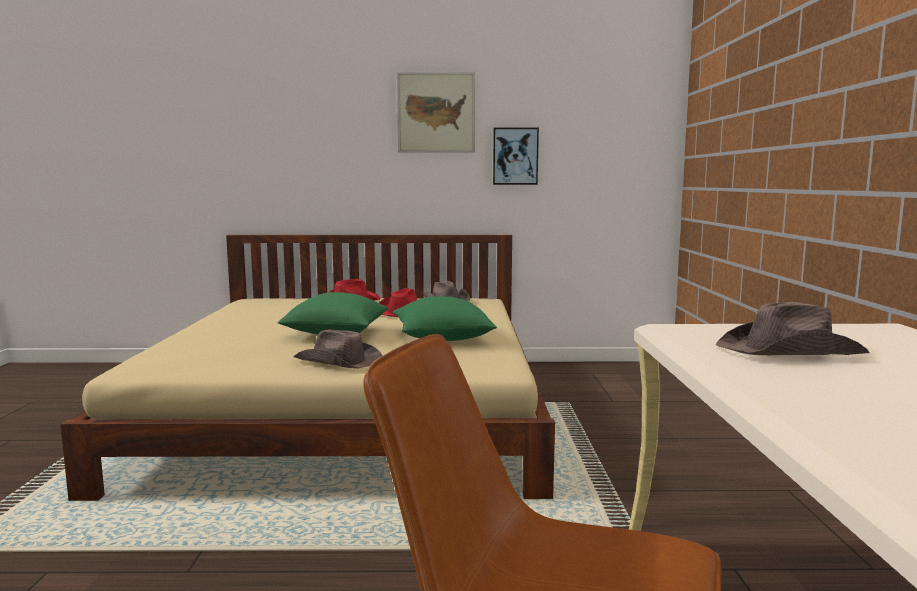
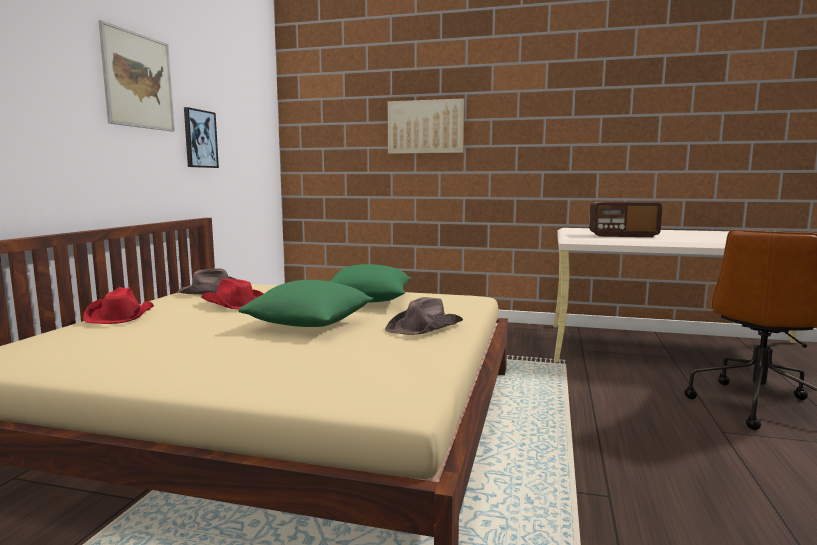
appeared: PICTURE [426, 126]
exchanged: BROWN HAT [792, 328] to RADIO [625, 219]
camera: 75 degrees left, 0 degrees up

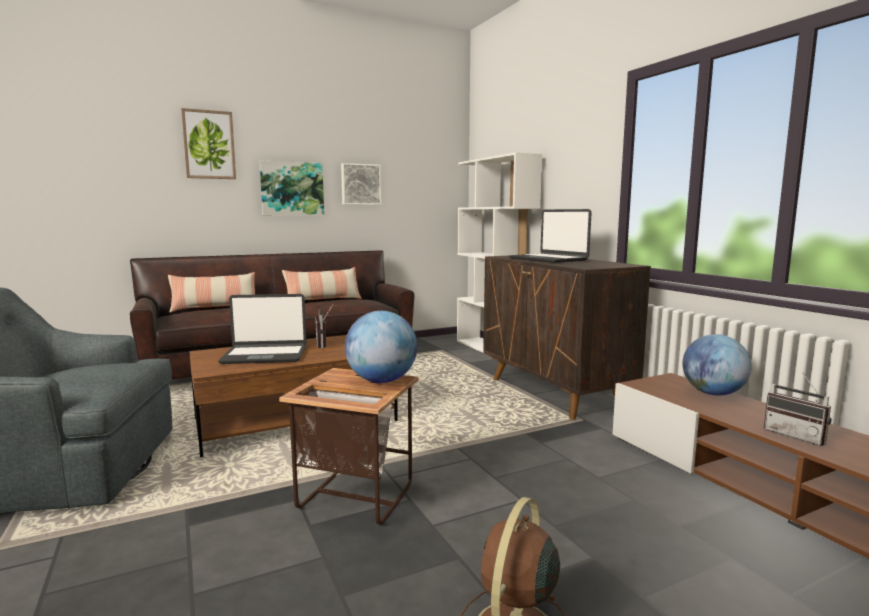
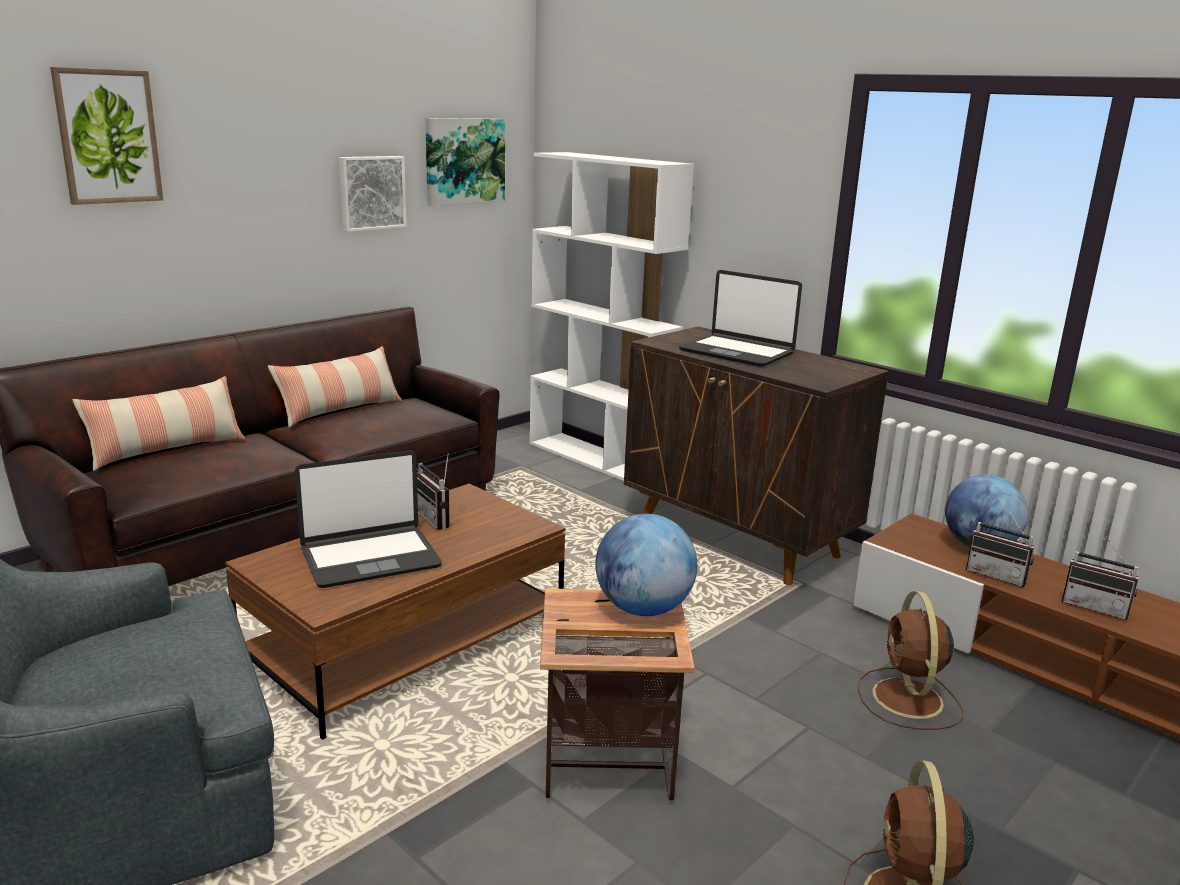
appeared: BROWN FAN [910, 660]; RADIO [1000, 547]
relocated: PICTURE [291, 188] to [465, 162]
camera: 20 degrees left, 10 degrees up

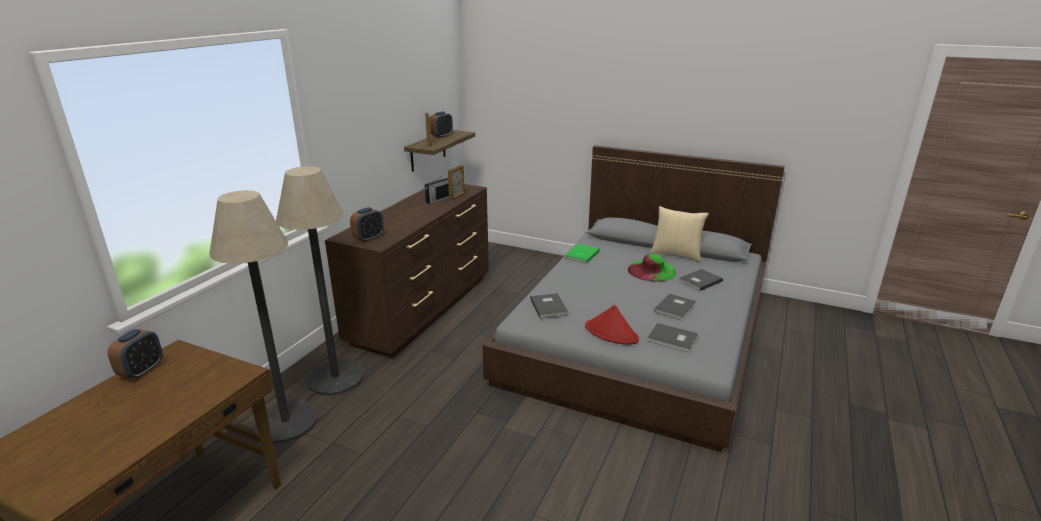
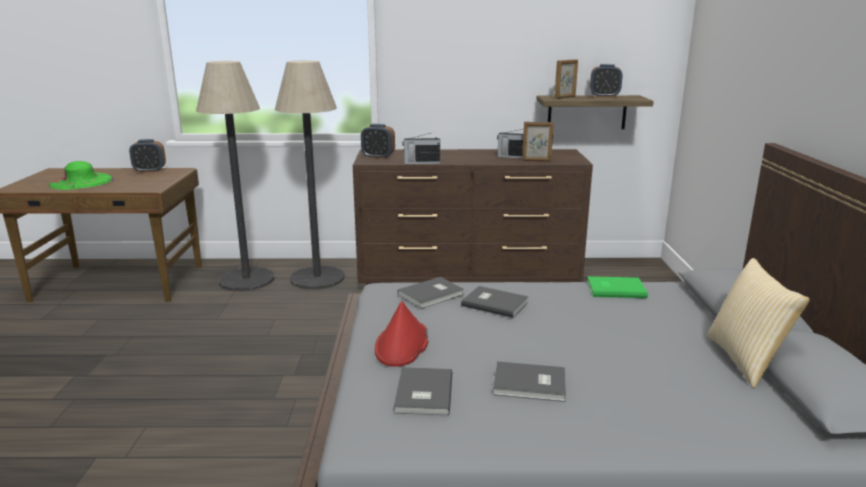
appeared: RADIO [421, 148]
relocated: GREEN HAT [652, 268] to [81, 175]; GREY BOOK [701, 280] to [494, 302]
camera: 65 degrees right, 5 degrees down

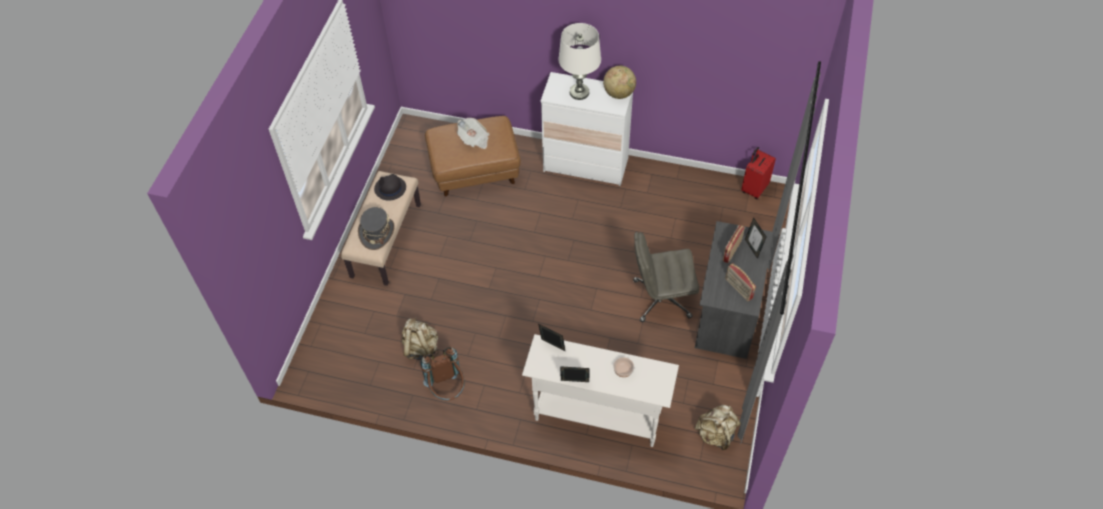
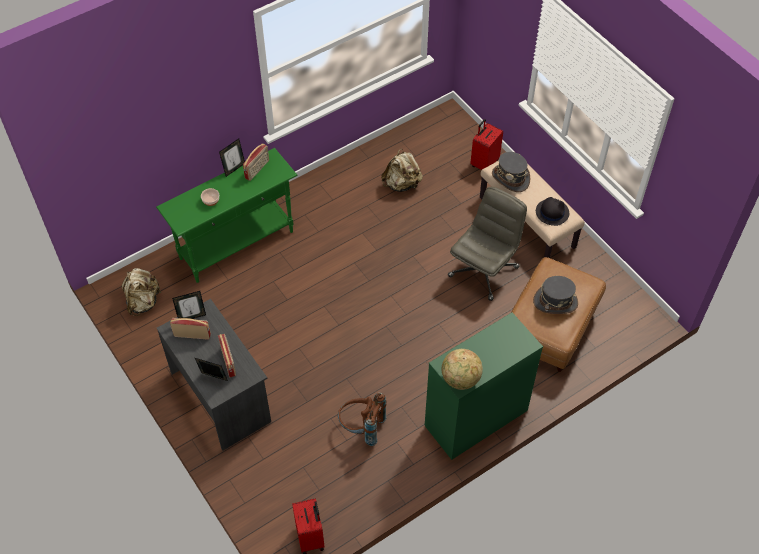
missing: WHITE TABLE LAMP [579, 61]
appeared: RADIO [256, 162]; RED SUITCASE [486, 144]
relocated: BROWN BACKPACK [442, 374] to [362, 419]; PICTURE FRAME [551, 337] to [189, 305]; GREY OFFICE CHAIR [666, 277] to [487, 244]
exchanged: NEWSPAPER [473, 133] to GREY HAT [555, 295]
colour: WHITE CONSOLE TABLE [600, 390] to GREEN CONSOLE TABLE [227, 215]; WHITE DRESSER [587, 129] to GREEN DRESSER [484, 386]
camera: 130 degrees right, 0 degrees up

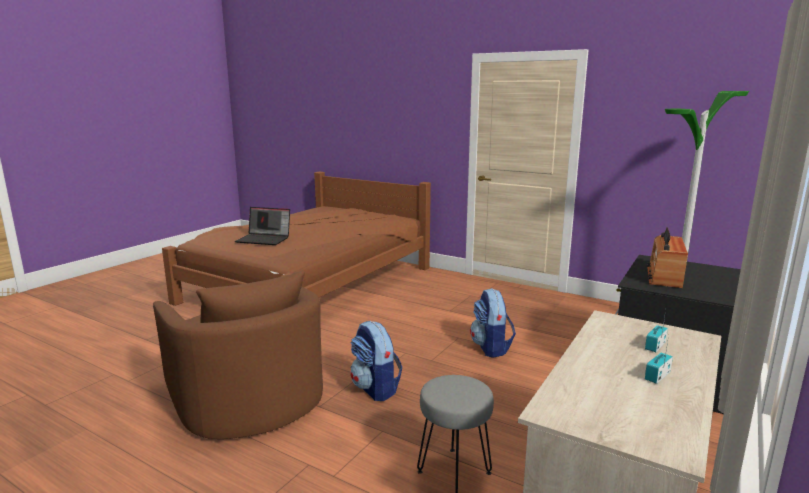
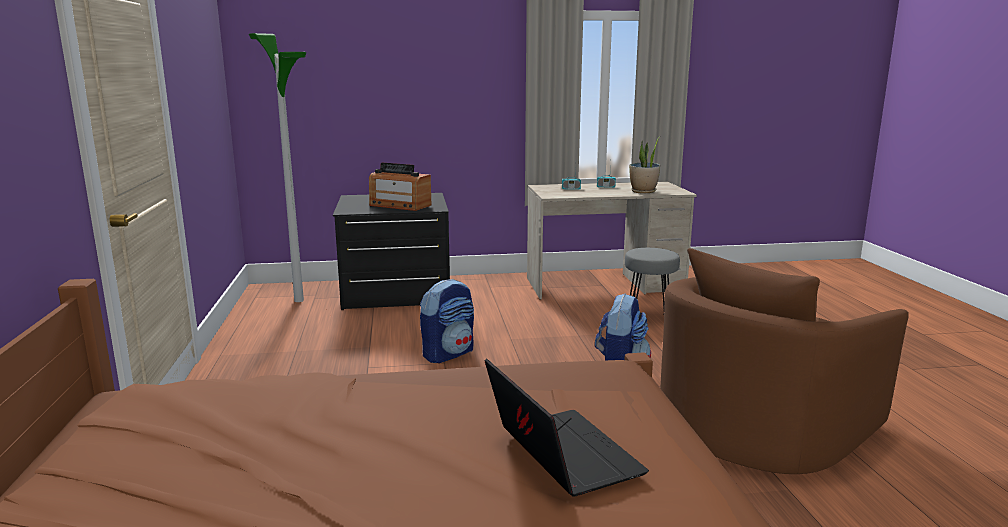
appeared: POTTED PLANT [644, 164]
spun: BROWN ARMCHAIR [238, 355] = [784, 361] 150 degrees counterclockwise; RADIO [667, 257] = [400, 186] 45 degrees clockwise
camera: 130 degrees left, 0 degrees up

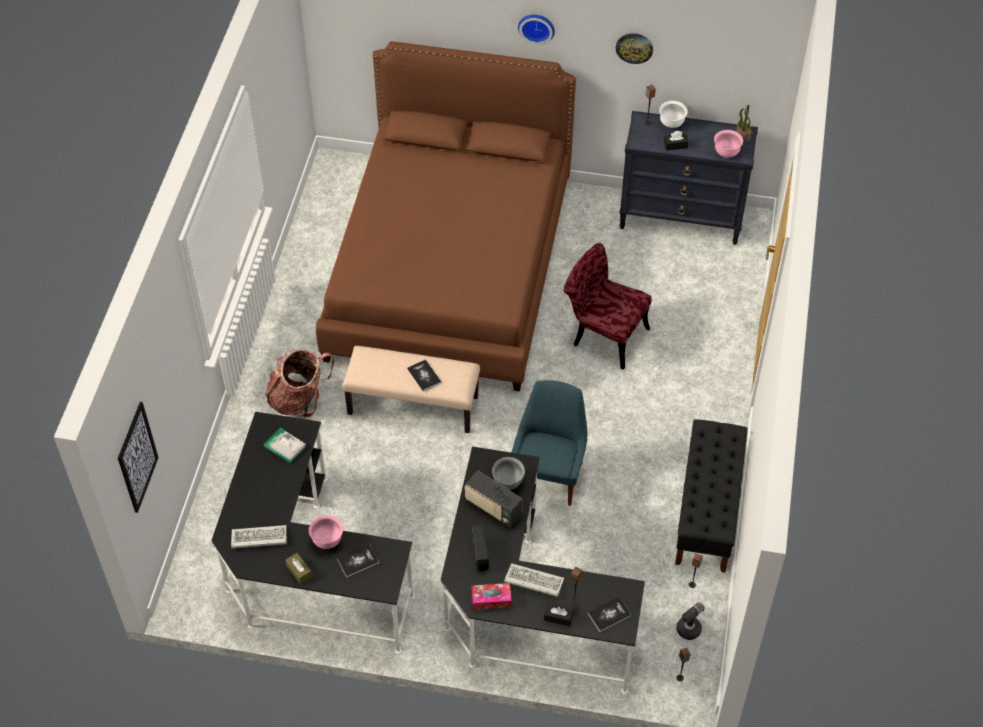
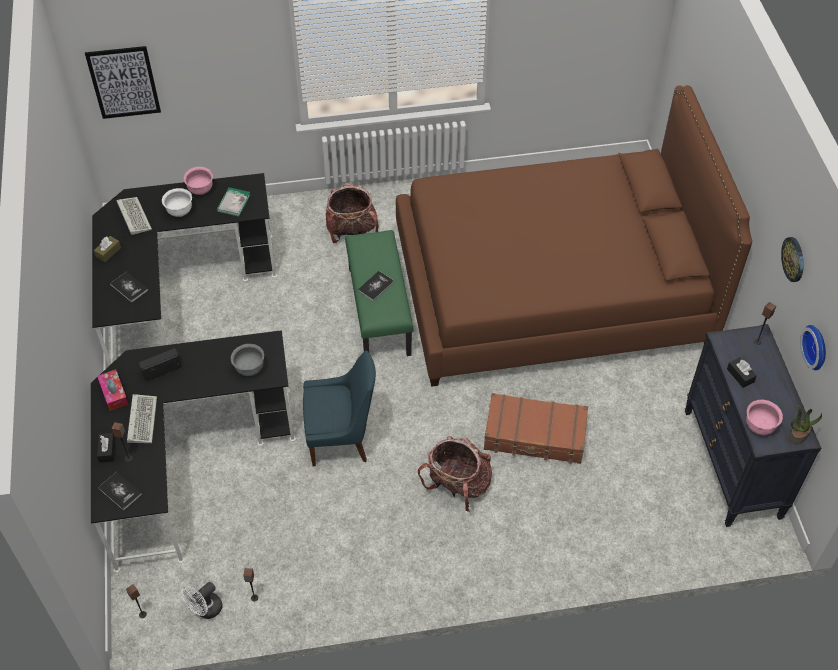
missing: RADIO [494, 498]; BLACK BENCH [711, 496]
appeared: BACKPACK [455, 474]
relocated: PINK BOWL [326, 532] to [198, 181]; WALL CLOCK [536, 29] to [813, 347]; WHITE BOWL [673, 114] to [177, 202]
exchanged: RED CHAIR [608, 306] to BROWN SUITCASE [536, 428]
colour: BEIGE BENCH [411, 389] to GREEN BENCH [379, 293]
spun: WHITE FAN [695, 616] = [202, 600] 105 degrees clockwise
camera: 70 degrees right, 0 degrees up

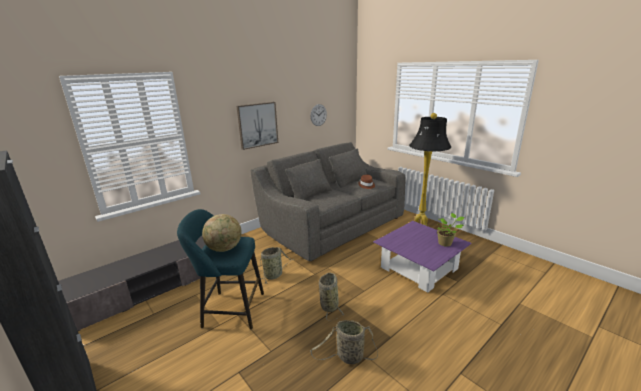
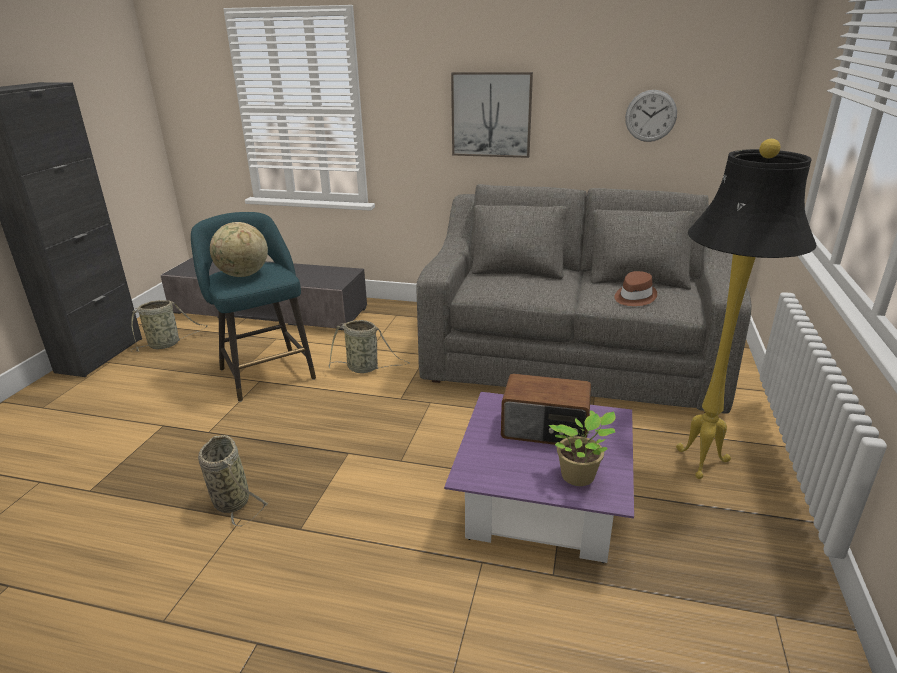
appeared: RADIO [546, 409]
relocated: BASKET [331, 297] to [169, 326]
camera: 55 degrees right, 5 degrees up

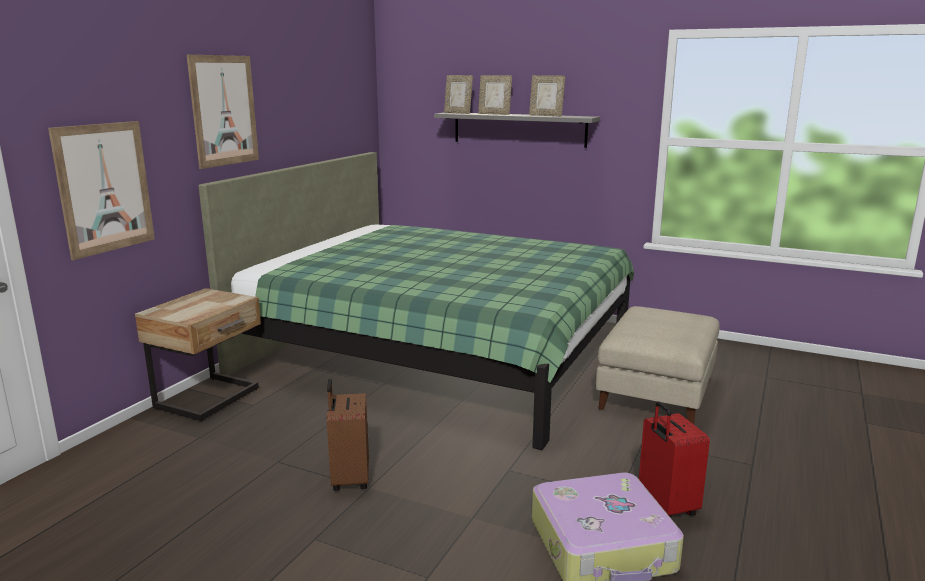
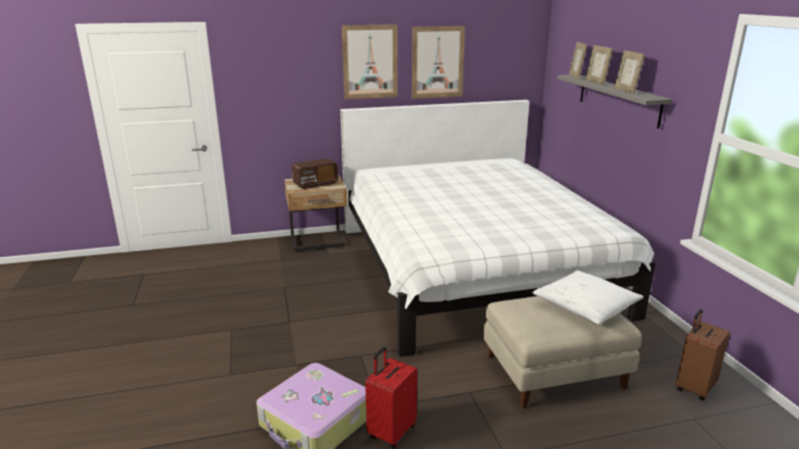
appeared: RADIO [315, 173]; WHITE PILLOW [588, 297]
relocated: PICTURE [101, 190] to [438, 62]; BROWN SUITCASE [348, 435] to [702, 355]
colour: GREEN BED [416, 301] to WHITE BED [497, 228]
camera: 50 degrees right, 5 degrees up

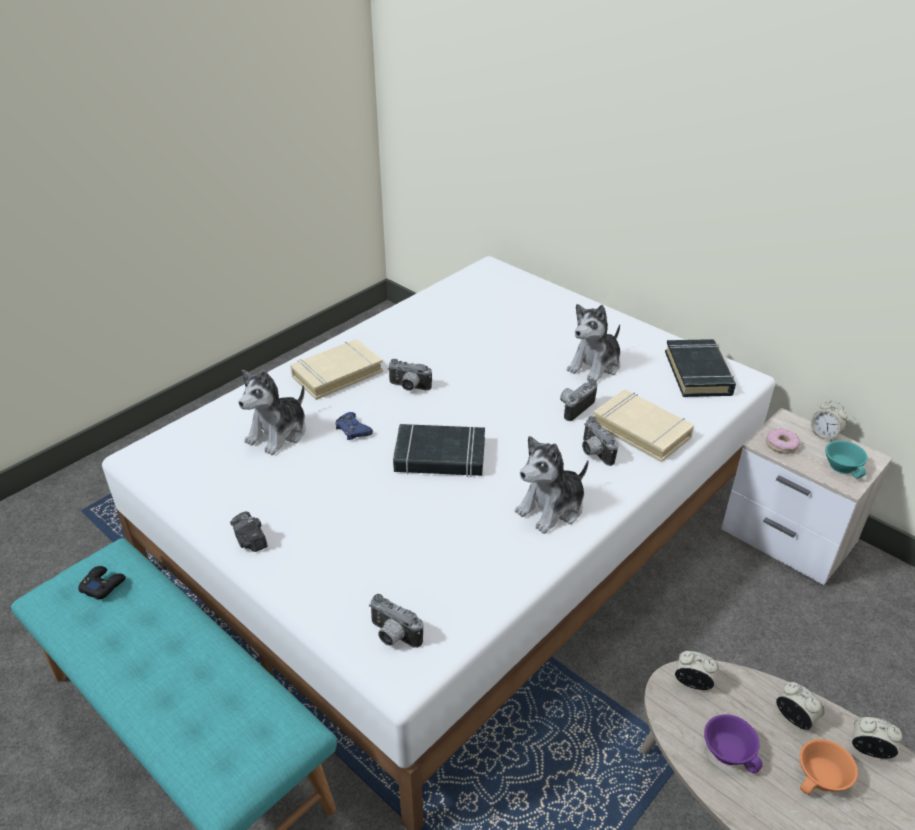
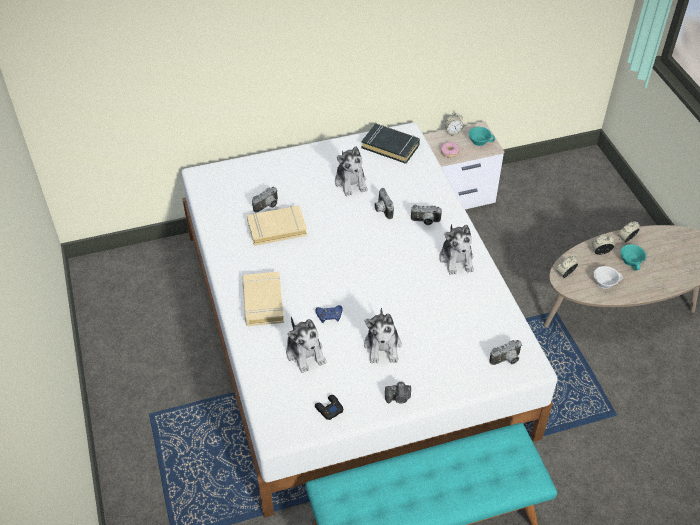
missing: BLACK BOOK [439, 450]
appeared: PLUSH TOY [383, 335]
relocated: BLACK GAME CONTROLLER [102, 583] to [329, 407]; PHOTO CAMERA [410, 375] to [265, 199]; BEIGE BOOK [643, 426] to [277, 225]
colour: PURPLE CUP [733, 743] to WHITE CUP [608, 277]; ORANGE CUP [829, 767] to TURQUOISE CUP [633, 257]
camera: 60 degrees left, 10 degrees up

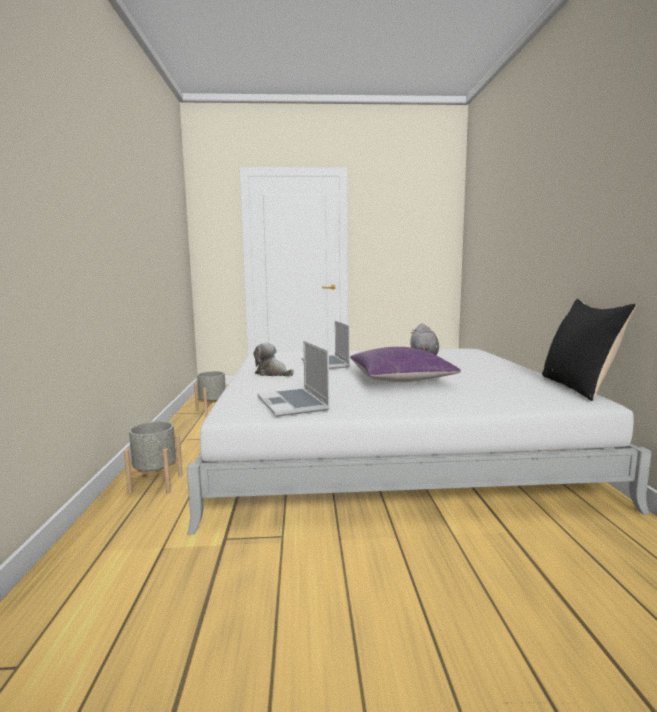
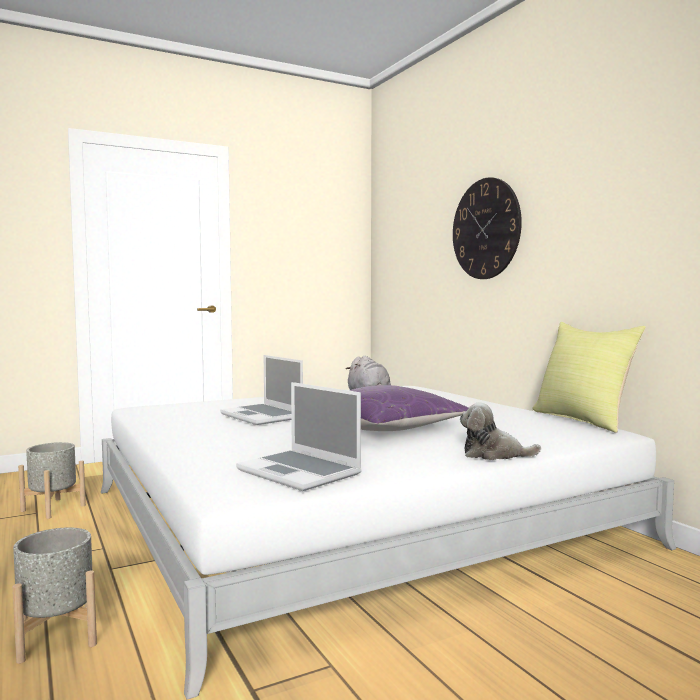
appeared: WALL CLOCK [487, 228]
relocated: PLUSH TOY [273, 359] to [500, 431]
colour: BLACK PILLOW [589, 350] to YELLOW PILLOW [589, 377]
camera: 25 degrees left, 5 degrees down

